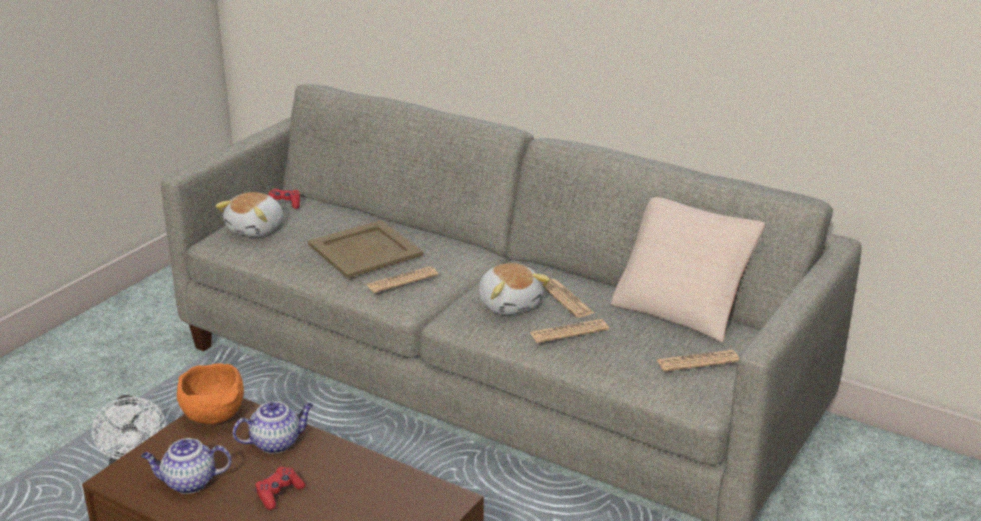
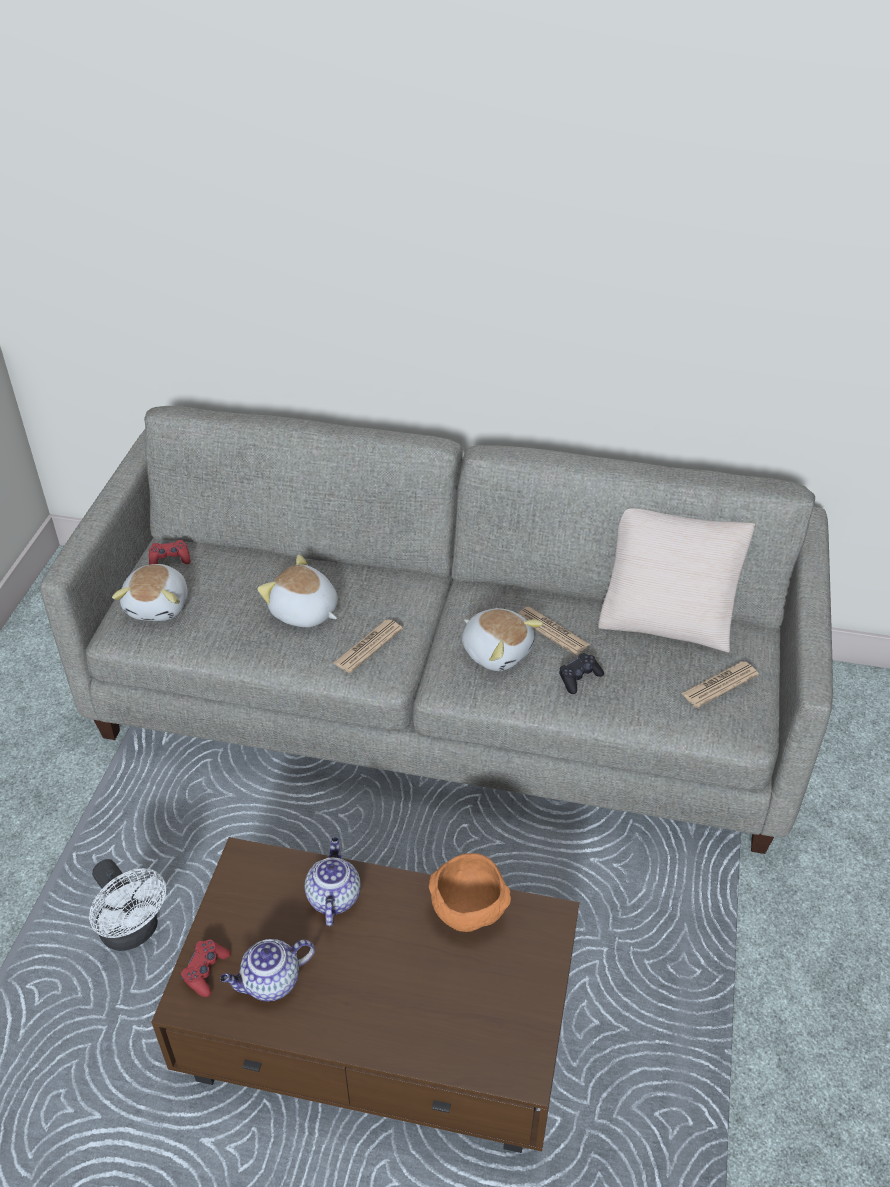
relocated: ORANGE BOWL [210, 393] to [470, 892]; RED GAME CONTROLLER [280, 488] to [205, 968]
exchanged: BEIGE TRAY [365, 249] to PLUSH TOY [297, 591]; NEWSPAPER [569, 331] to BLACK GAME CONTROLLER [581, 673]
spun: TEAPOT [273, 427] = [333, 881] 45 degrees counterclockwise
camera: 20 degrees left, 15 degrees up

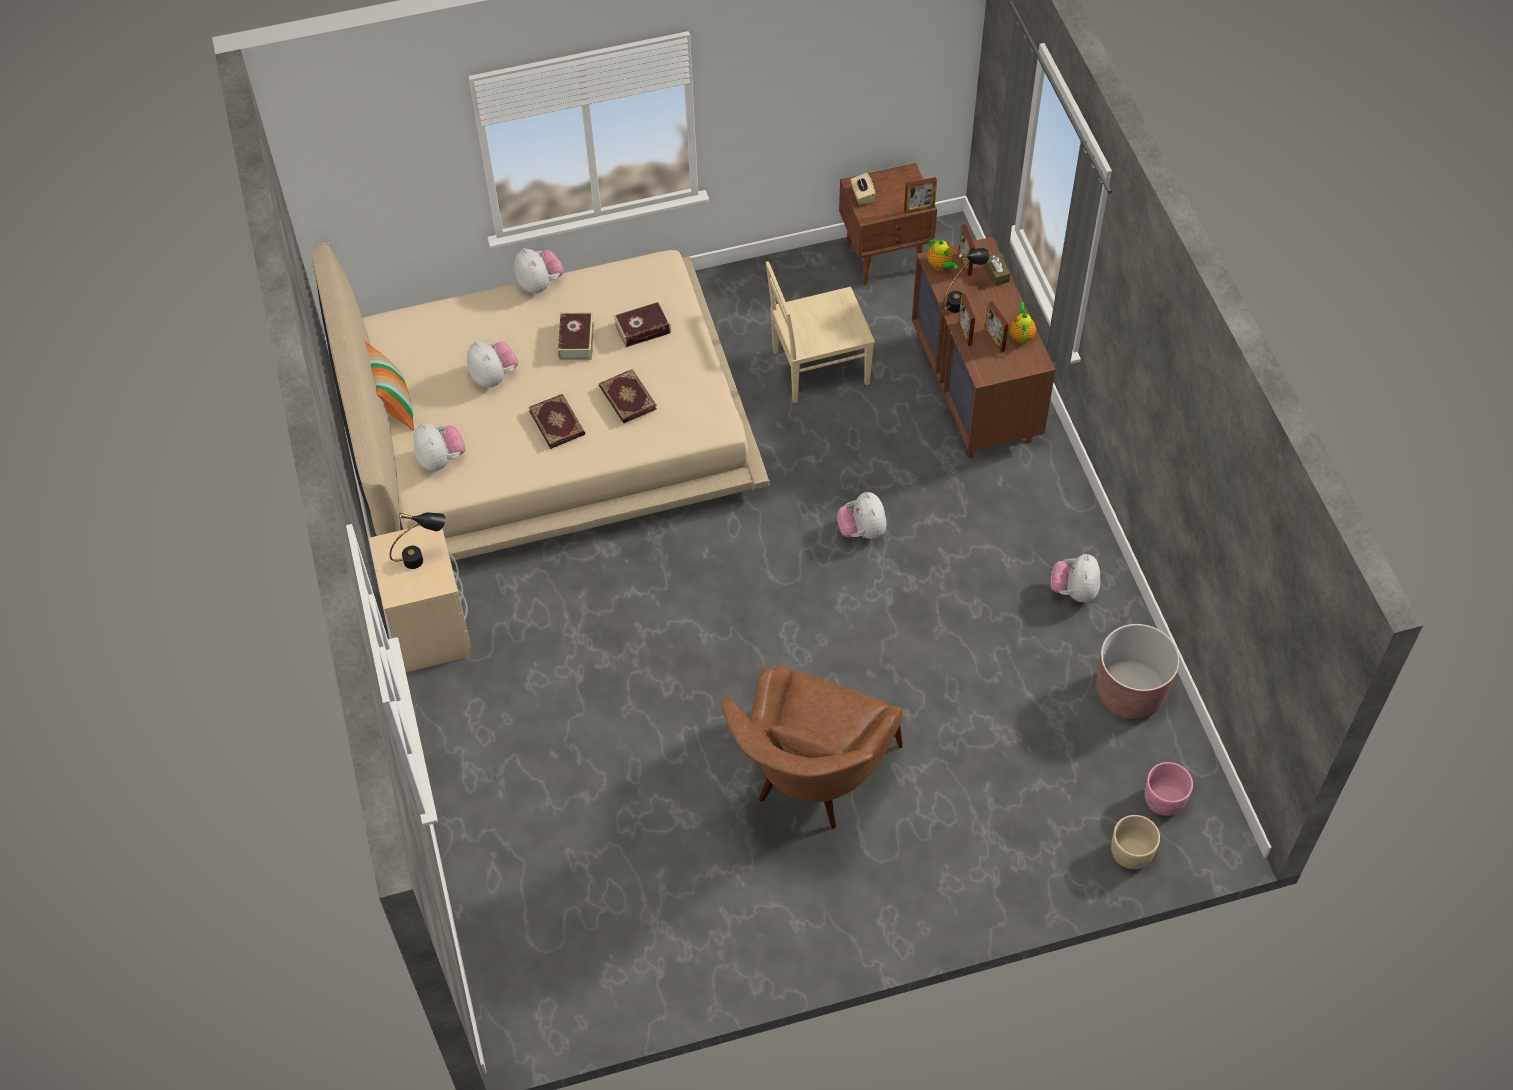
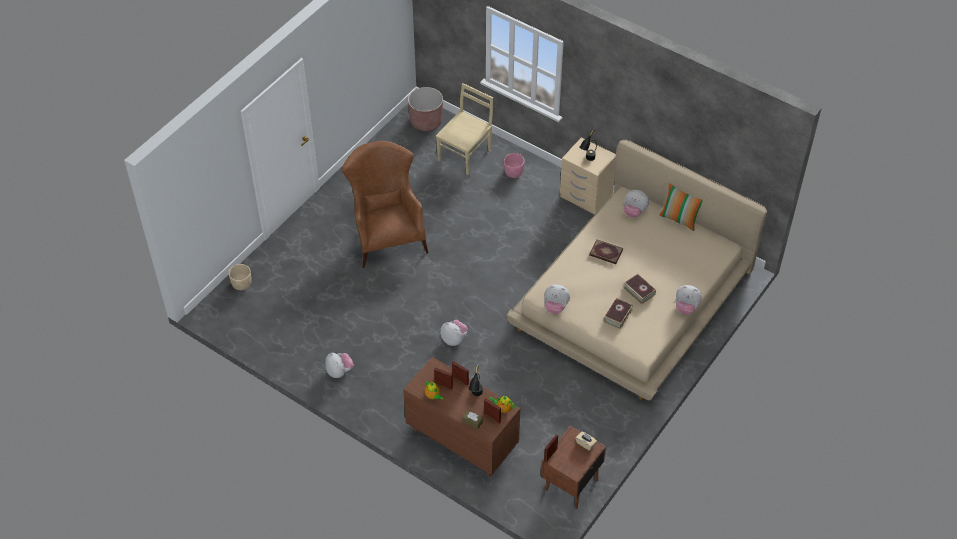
missing: BOOK [628, 396]
relocated: PLUSH TOY [492, 364] to [557, 299]; BEIGE CHAIR [820, 332] to [464, 129]; BROWN PLANTER [1138, 671] to [425, 109]; PINK PLANTER [1169, 789] to [514, 165]
camera: 140 degrees right, 5 degrees down

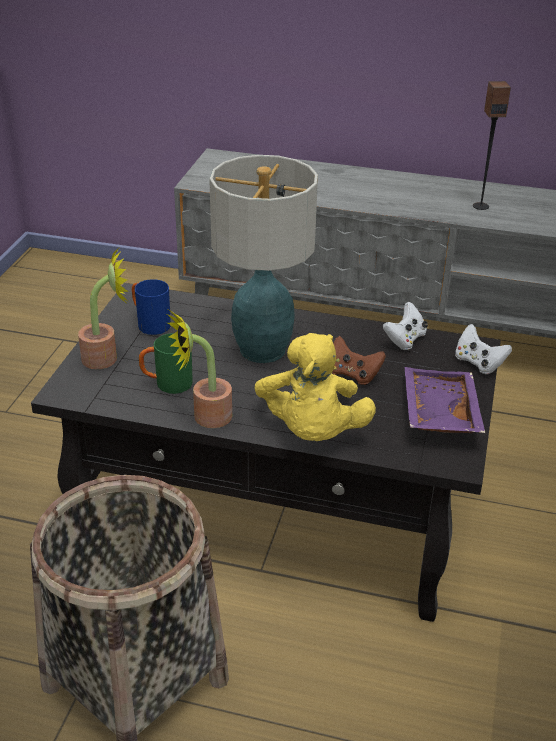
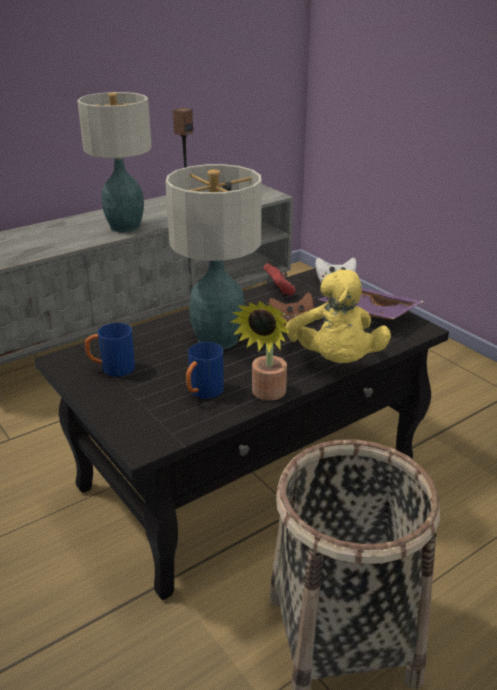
missing: POTTED PLANT [103, 308]
appeared: TABLE LAMP [114, 162]
colour: GREEN MUG [166, 363] to BLUE MUG [205, 370]; WHITE GAME CONTROLLER [405, 326] to RED GAME CONTROLLER [279, 279]
spun: YELLOW PLUSH TOY [315, 387] = [338, 316] 45 degrees clockwise
camera: 50 degrees left, 5 degrees down

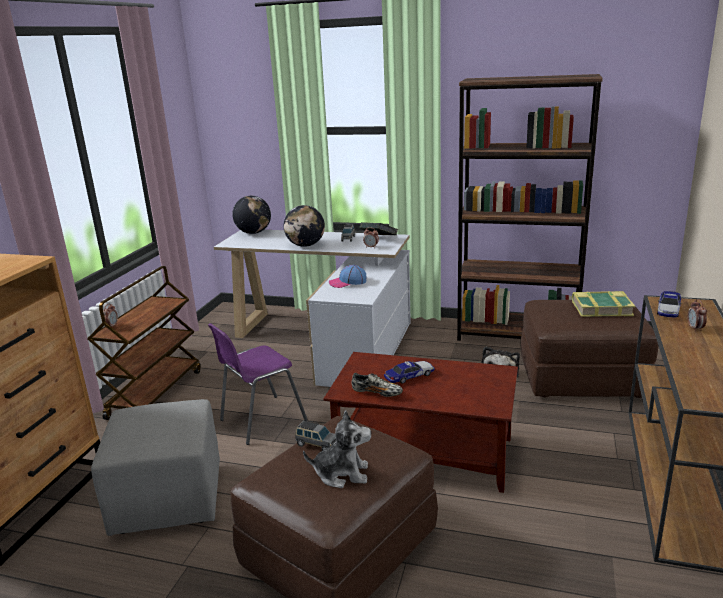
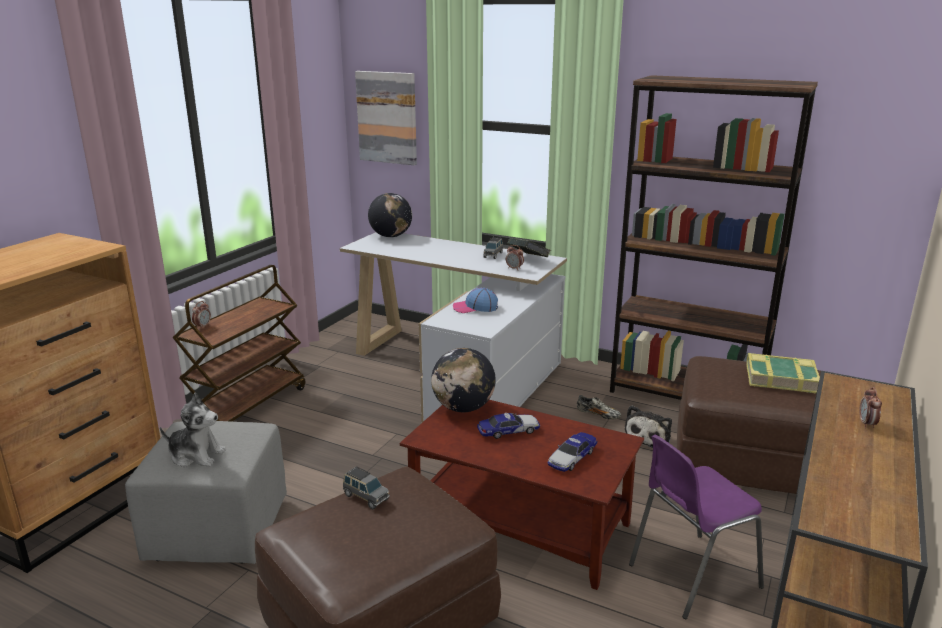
appeared: PICTURE [386, 118]
relocated: PURPLE CHAIR [257, 384] to [696, 527]; GLOBE [304, 226] to [463, 380]; PLUSH TOY [337, 449] to [193, 429]; SHOE [377, 385] to [599, 407]; TOY CAR [669, 304] to [573, 452]
camera: 10 degrees right, 0 degrees up

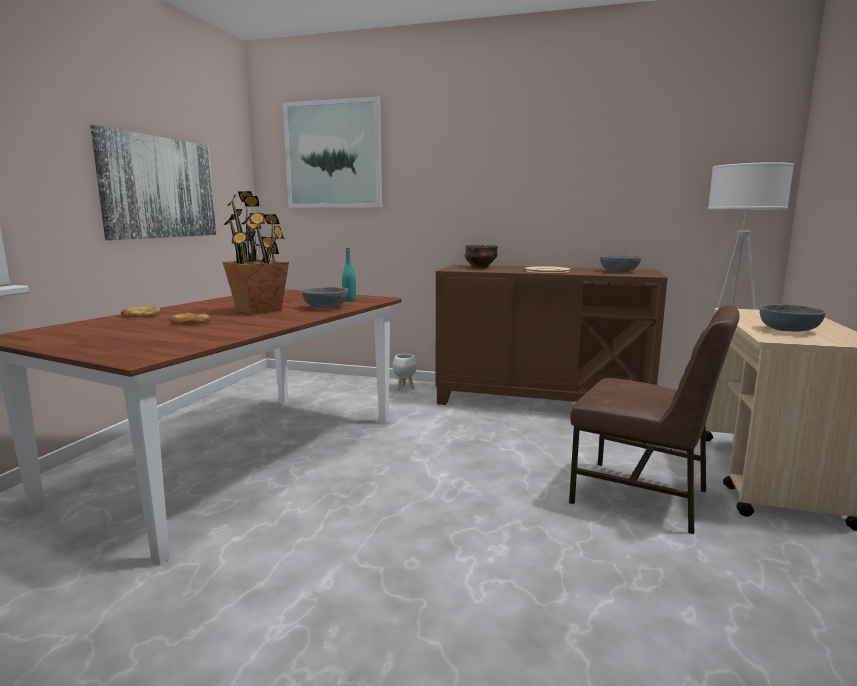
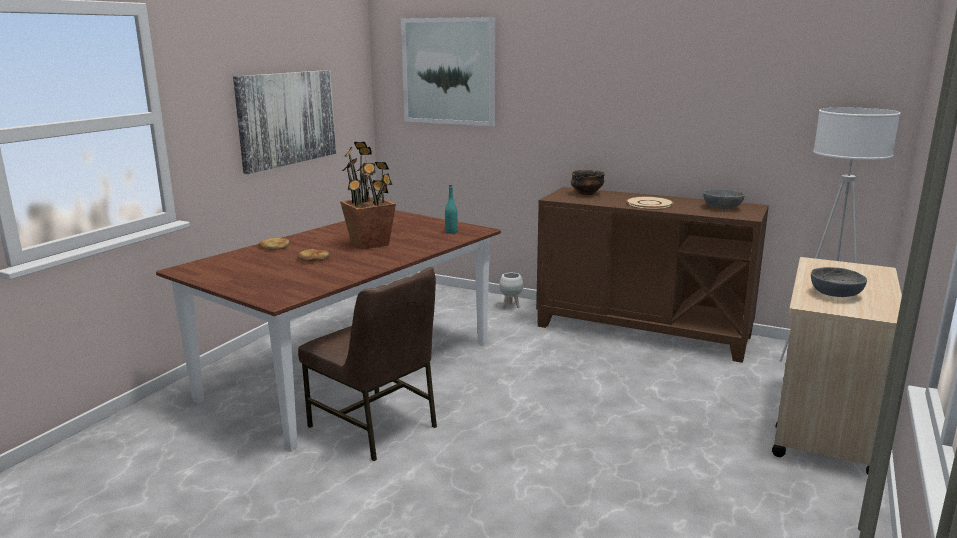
missing: GREY BOWL [325, 297]
relocated: BROWN CHAIR [654, 419] to [367, 364]
camera: 10 degrees right, 5 degrees up

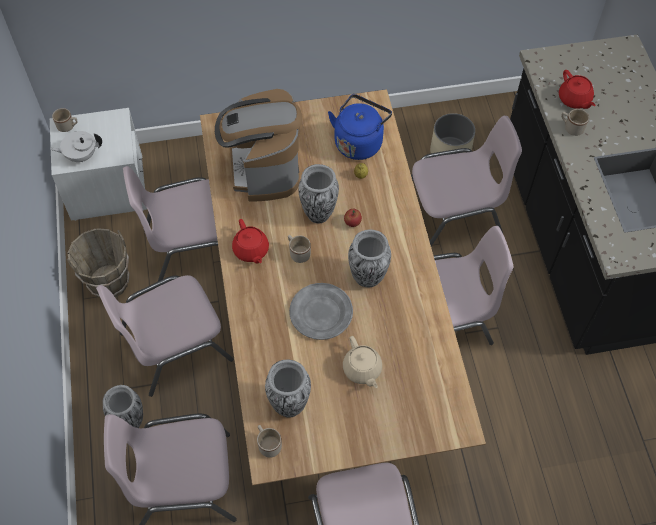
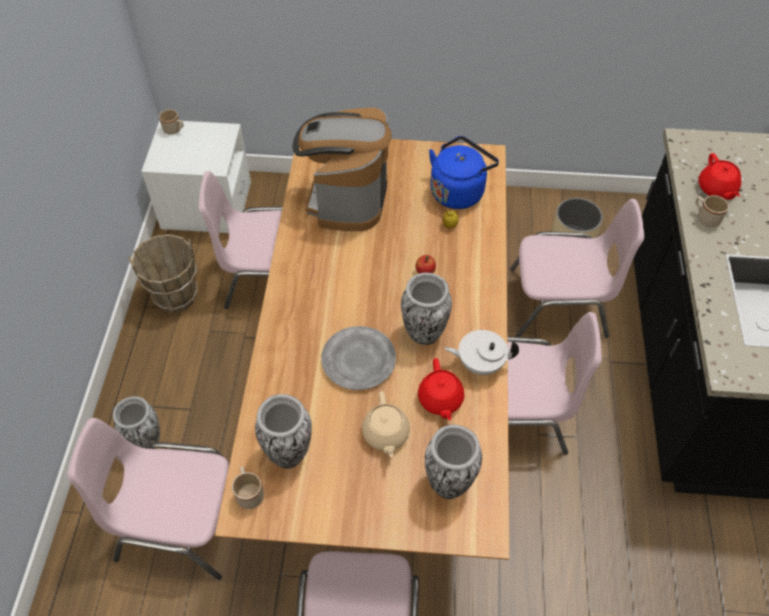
missing: PINK CHAIR [164, 336]; BEIGE MUG [299, 249]
relocated: WHITE TEAPOT [76, 146] to [482, 352]; RED TEAPOT [250, 241] to [441, 389]; VASE [318, 193] to [453, 462]
camera: 15 degrees right, 5 degrees down

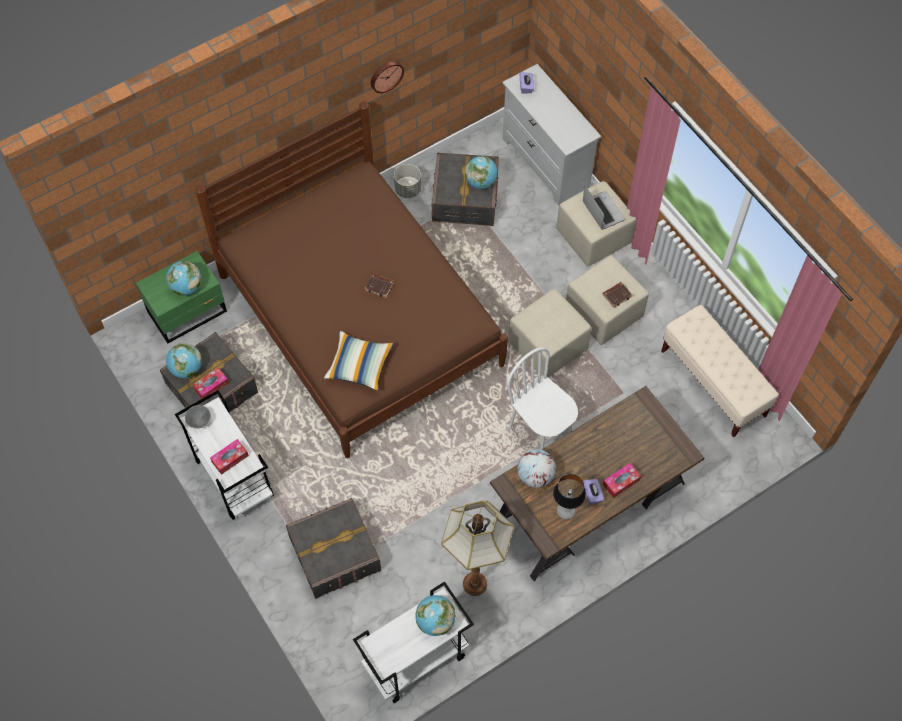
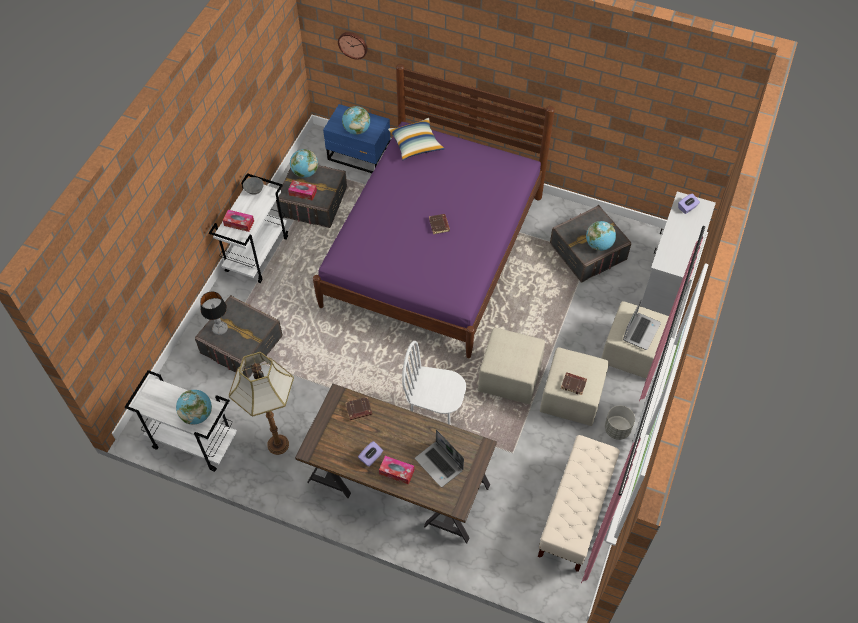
appeared: LAPTOP [439, 458]
relocated: PILLOW [359, 361] to [416, 139]; WALL CLOCK [387, 77] to [353, 46]; GREY PLANTER [407, 181] to [620, 423]; TABLE LAMP [569, 497] to [214, 313]
exchanged: GLOBE [537, 468] to BROWN BOOK [358, 408]
colour: GREEN NIGHTSTAND [181, 297] to BLUE NIGHTSTAND [356, 138]; BROWN BED [351, 279] to PURPLE BED [434, 211]
spun: WHITE CHAIR [542, 398] = [434, 383] 90 degrees counterclockwise
camera: 55 degrees right, 5 degrees down

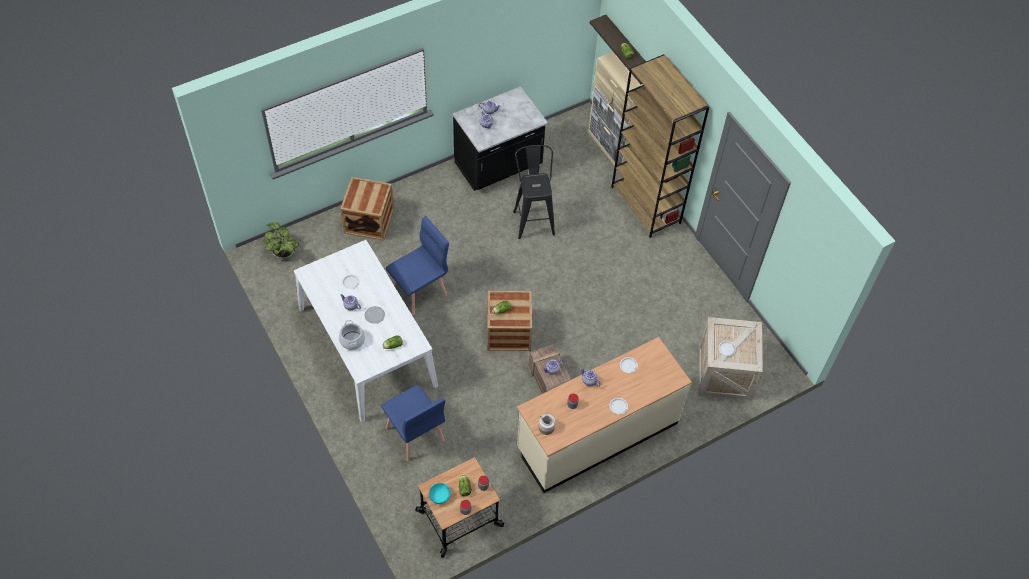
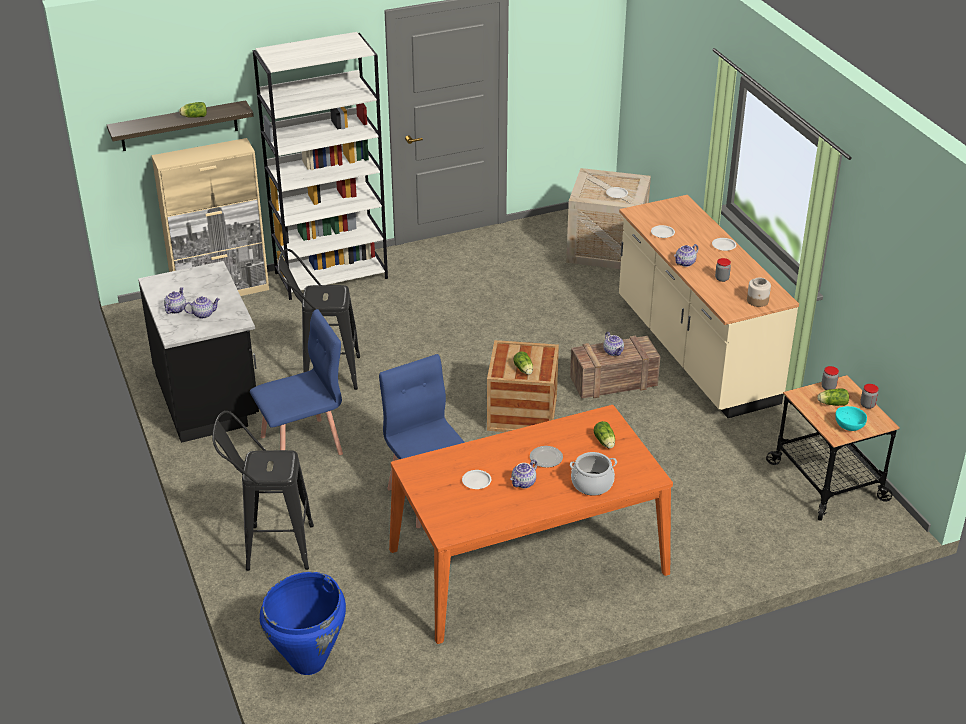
relocated: BLUE CHAIR [413, 423] to [296, 382]
exchanged: POTTED PLANT [281, 240] to BLUE VASE [303, 623]; CRATE [367, 209] to BLACK STOOL [263, 491]
colour: WHITE DINING TABLE [366, 331] to ORANGE DINING TABLE [531, 524]; BROWN BOOKCASE [660, 146] to WHITE BOOKCASE [320, 166]
camera: 80 degrees left, 20 degrees down

